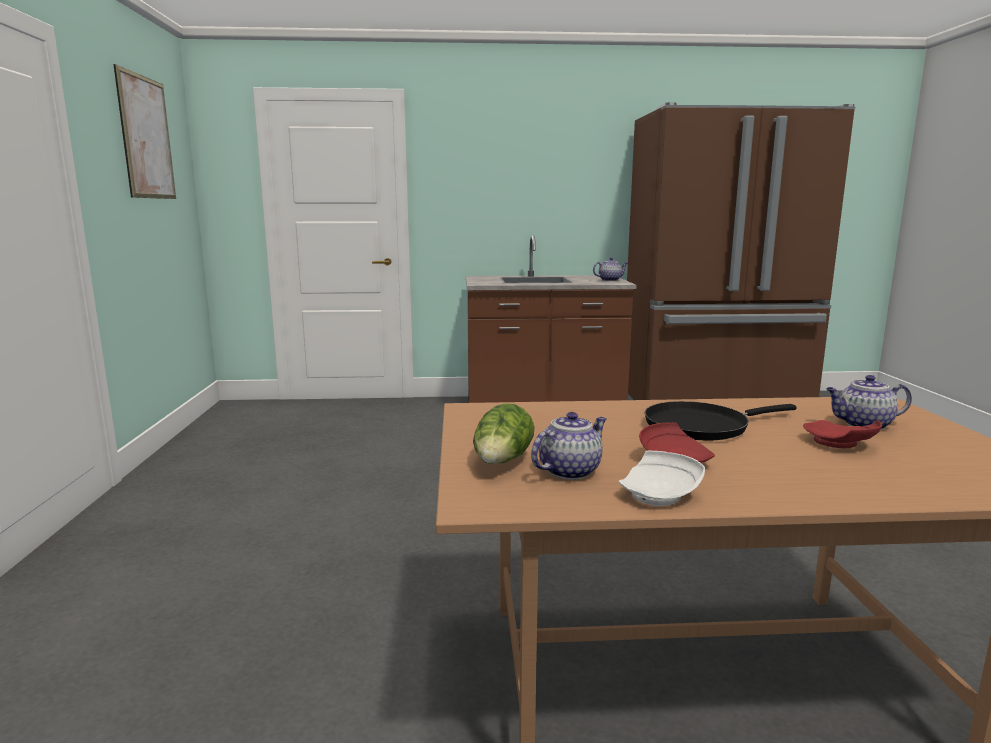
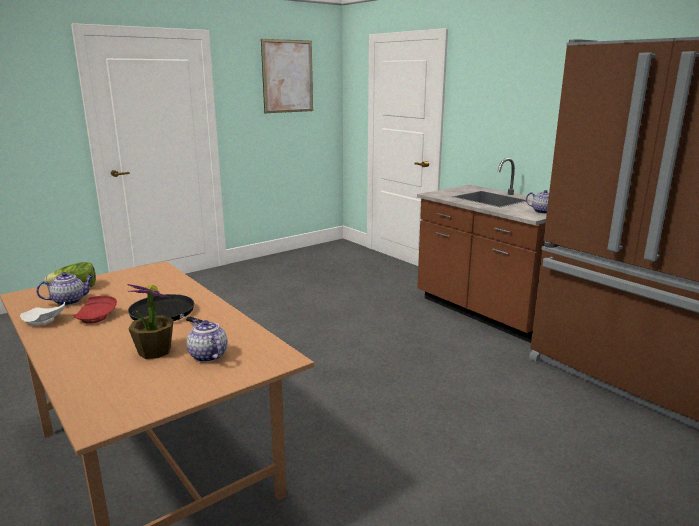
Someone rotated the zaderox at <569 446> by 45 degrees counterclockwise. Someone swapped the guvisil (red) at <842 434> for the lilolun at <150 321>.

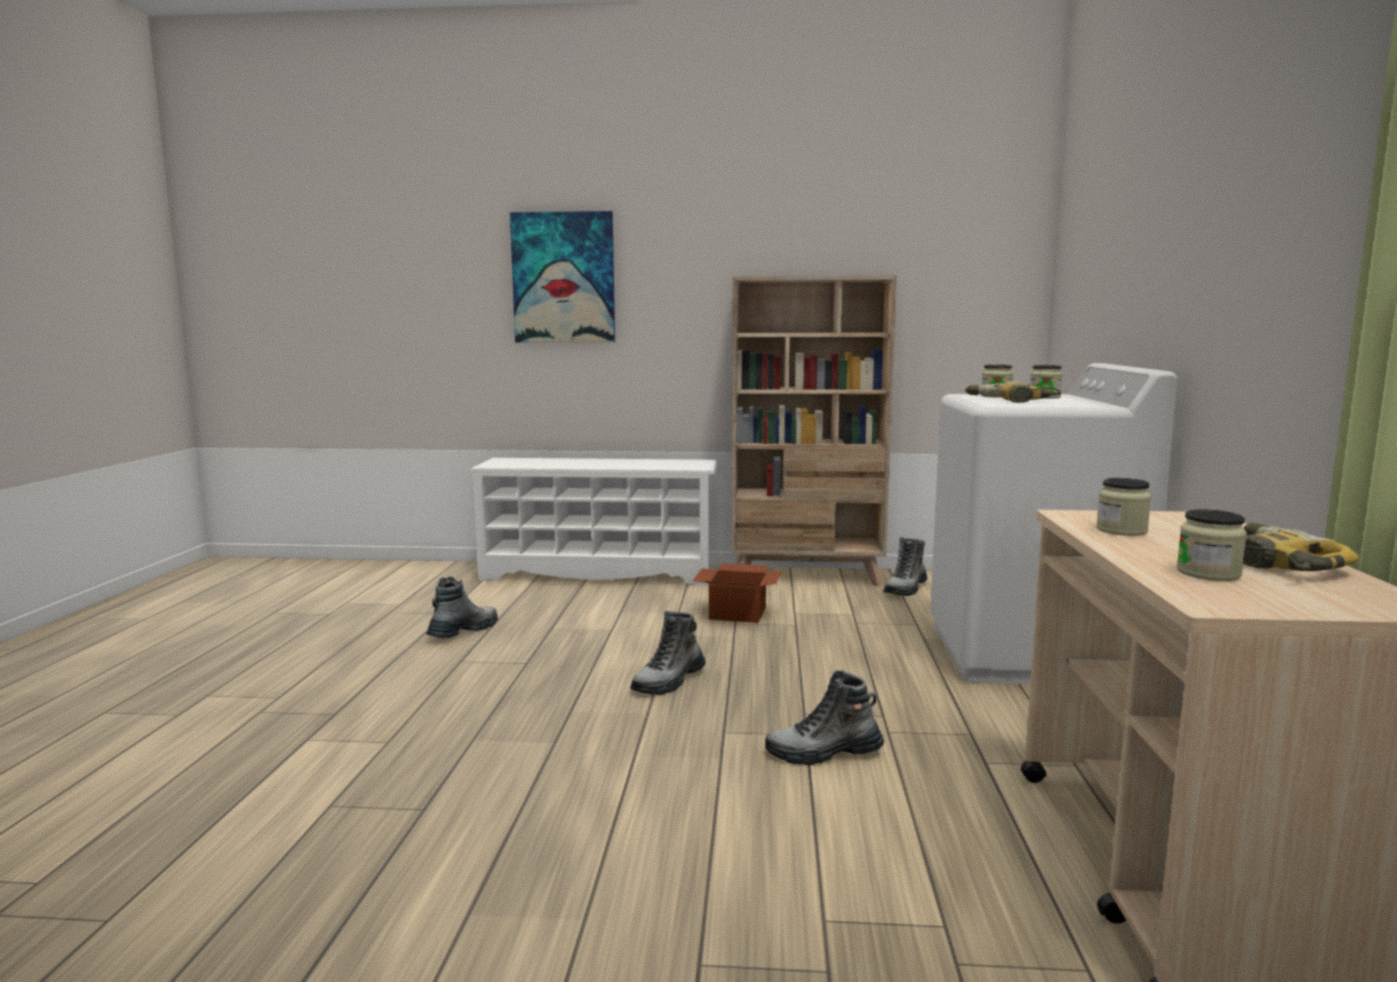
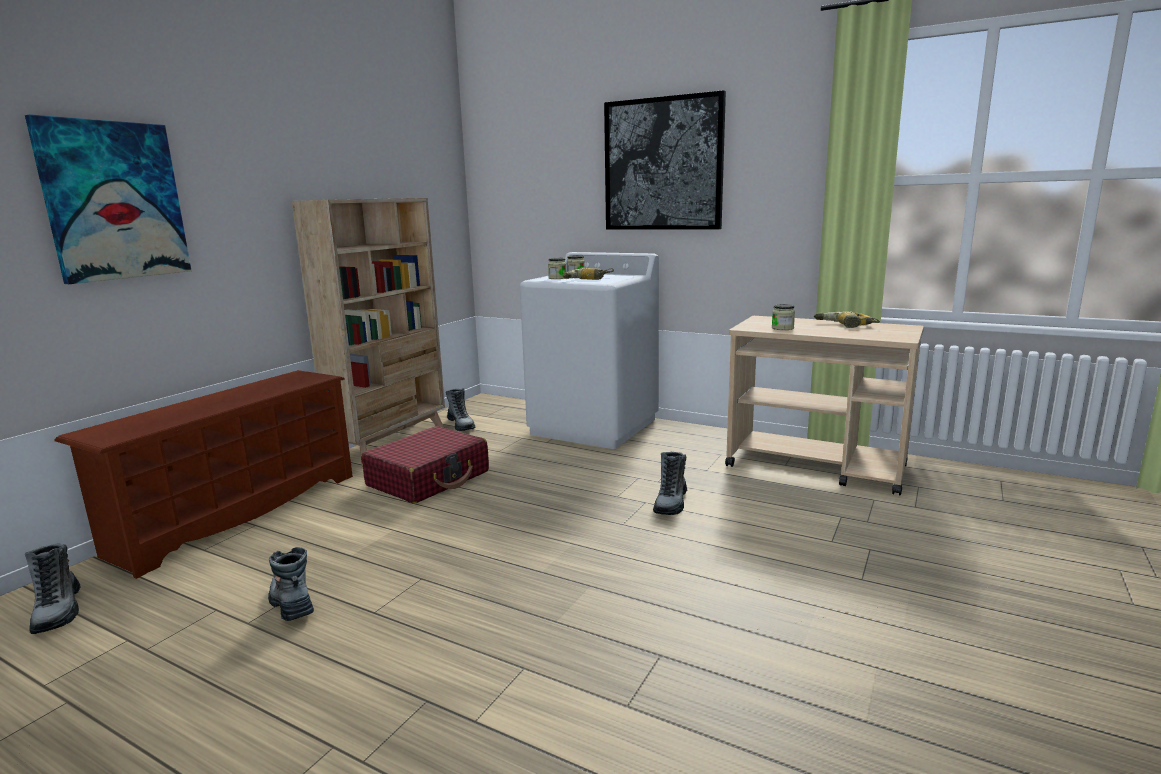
Someone repainted the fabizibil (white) at <593 521>, which became the fabizibil (brown) at <203 474>. Someone took away the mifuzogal at <1212 545>. Someone swapped the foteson at <737 593> for the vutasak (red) at <425 465>. Someone carried the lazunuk from <668 653> to <53 589>. Someone put up the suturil at <665 159>.

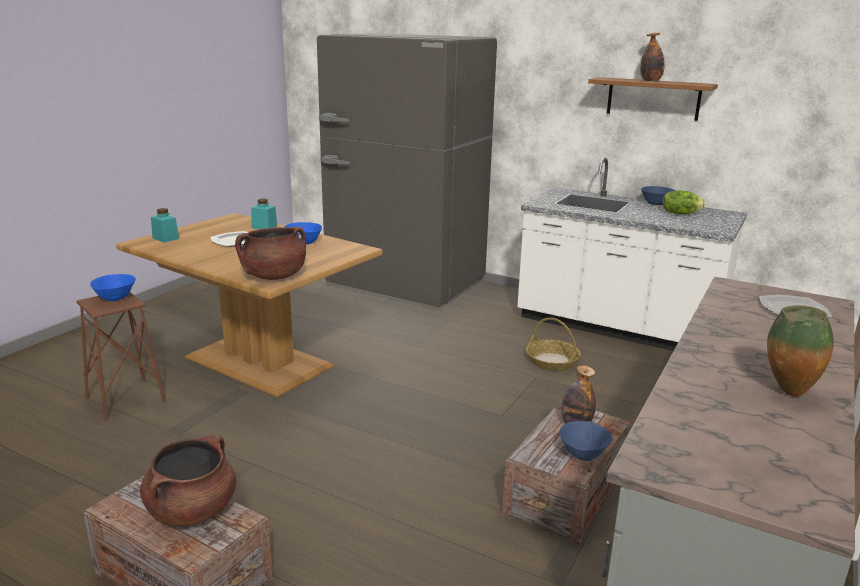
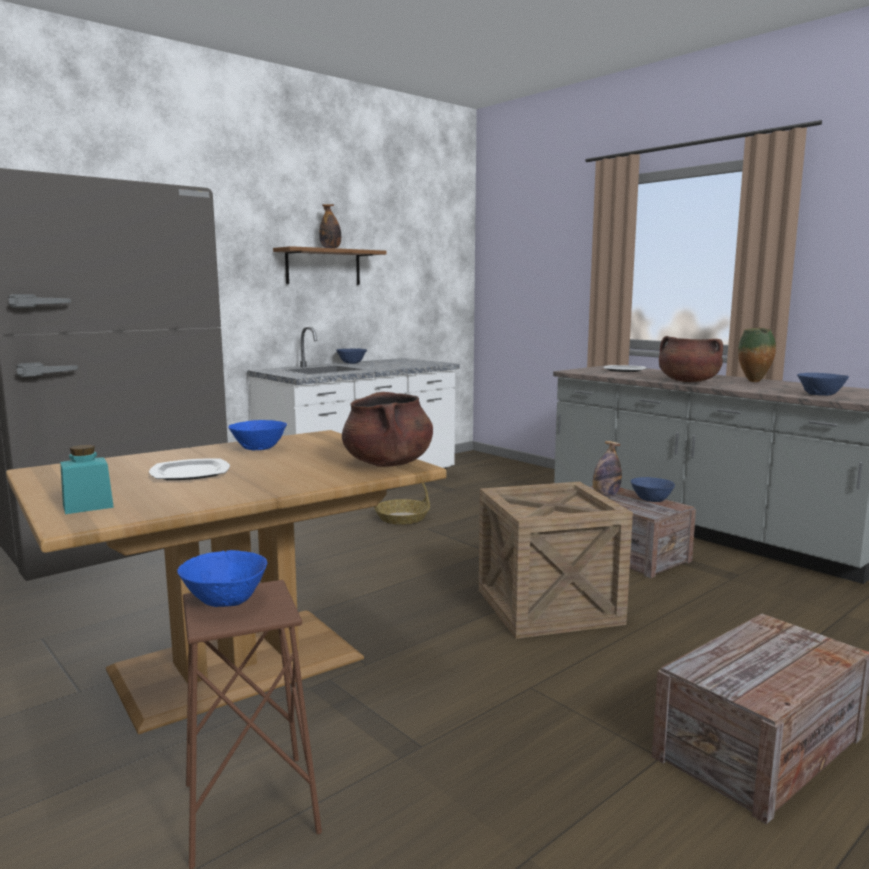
Someone took away the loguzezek at <684 202>. Someone took away the mifuzogal (turquoise) at <264 214>. Someone carried the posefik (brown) from <188 480> to <691 359>. Someone put down the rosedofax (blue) at <823 384>. Someone put down the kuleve at <556 560>.

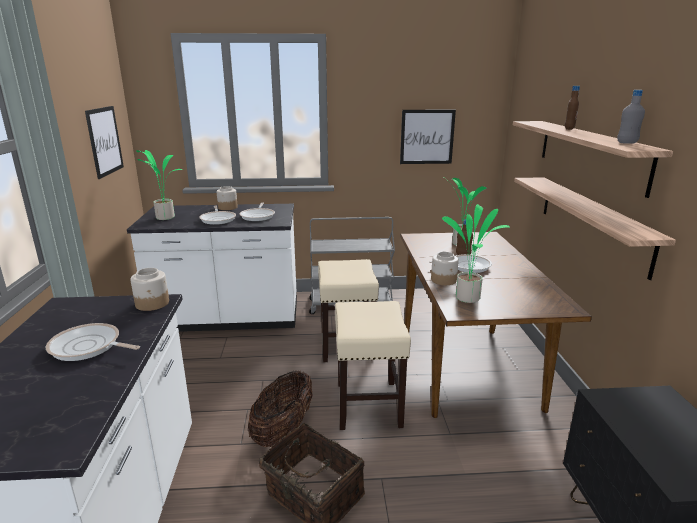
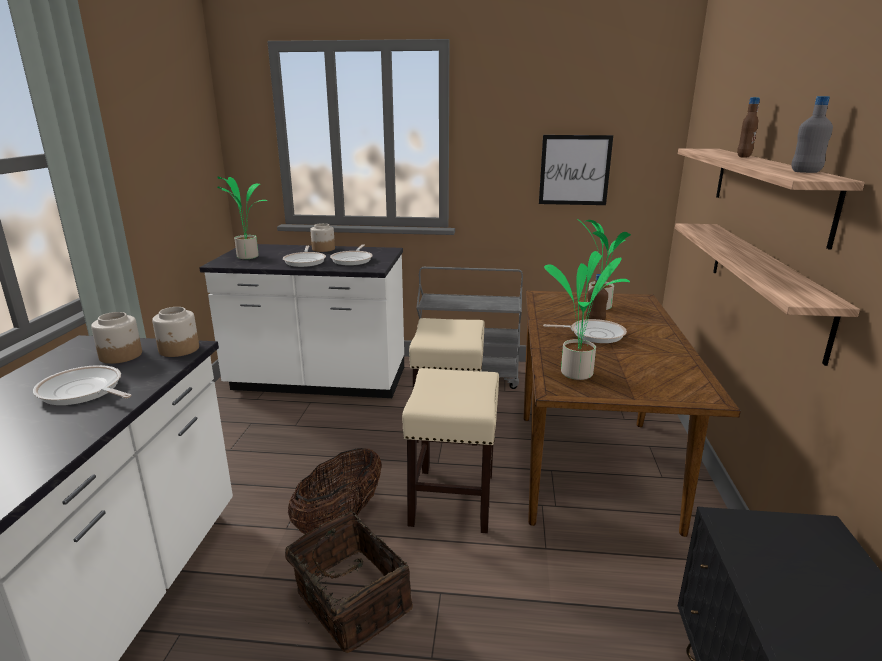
Someone took away the suturil at <104 142>. Someone carried the mifuzogal from <445 268> to <116 338>.

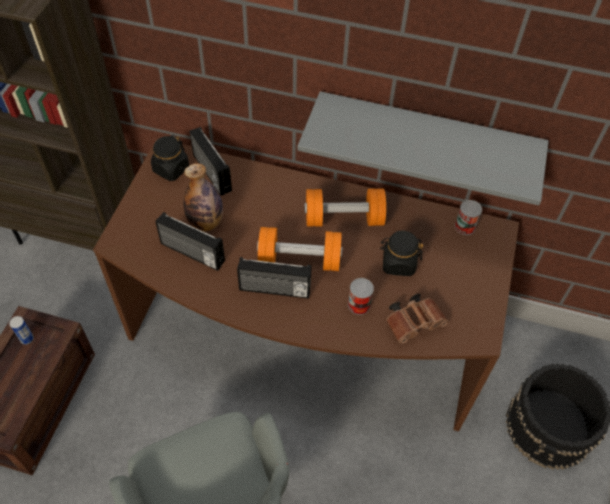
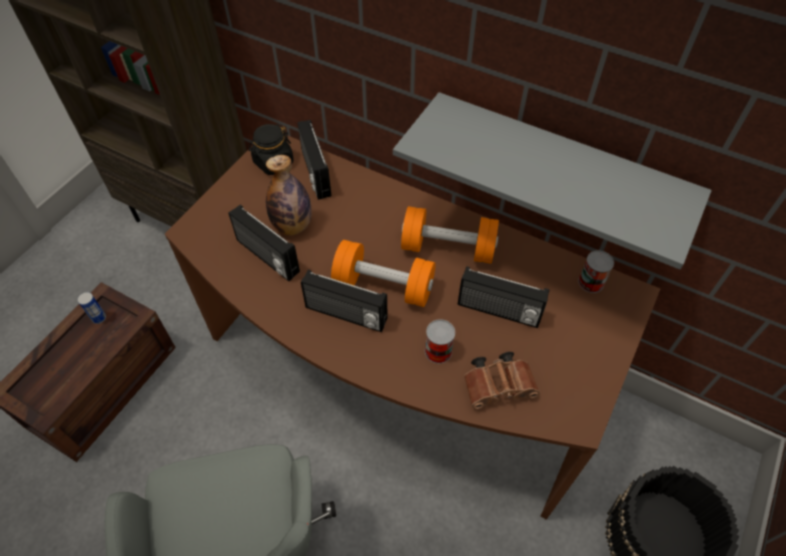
Someone swapped the mifuzogal (black) at <401 253> for the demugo at <503 297>.

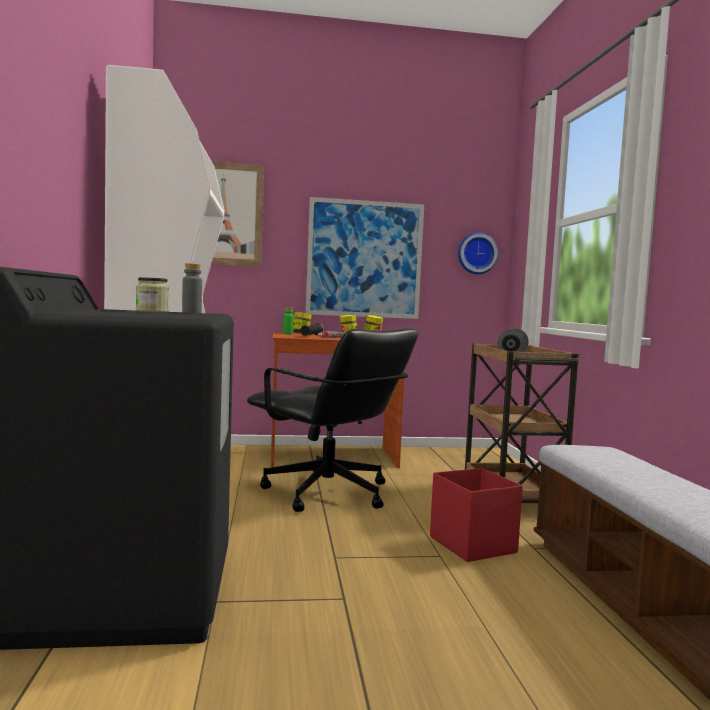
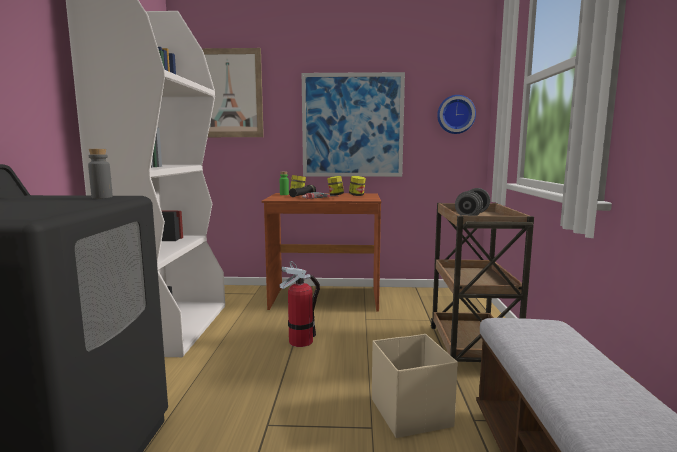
Someone took away the mifuzogal at <152 294>. Someone swapped the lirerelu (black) at <332 420> for the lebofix at <299 304>. Someone repainted the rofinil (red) at <476 515>, which became the rofinil (beige) at <415 386>.

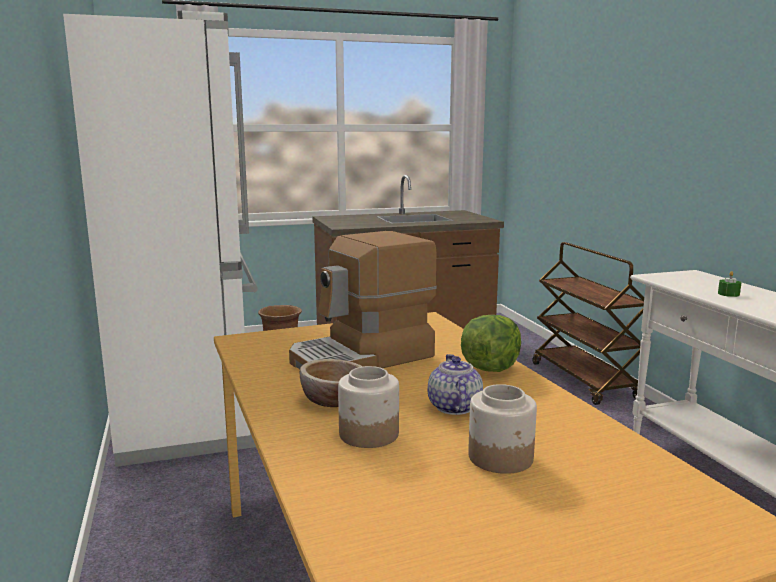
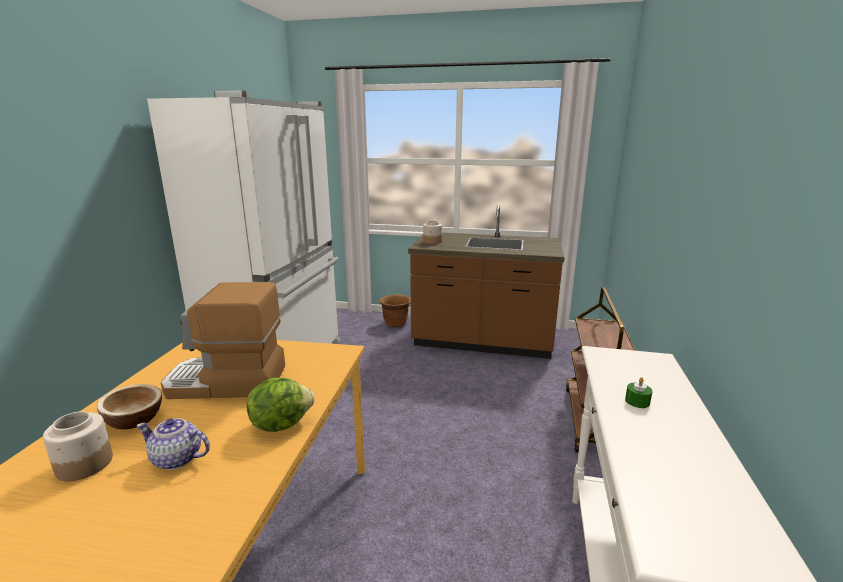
Someone rotated the zaderox at <455 384> by 105 degrees counterclockwise. Someone carried the mifuzogal from <502 429> to <432 232>.

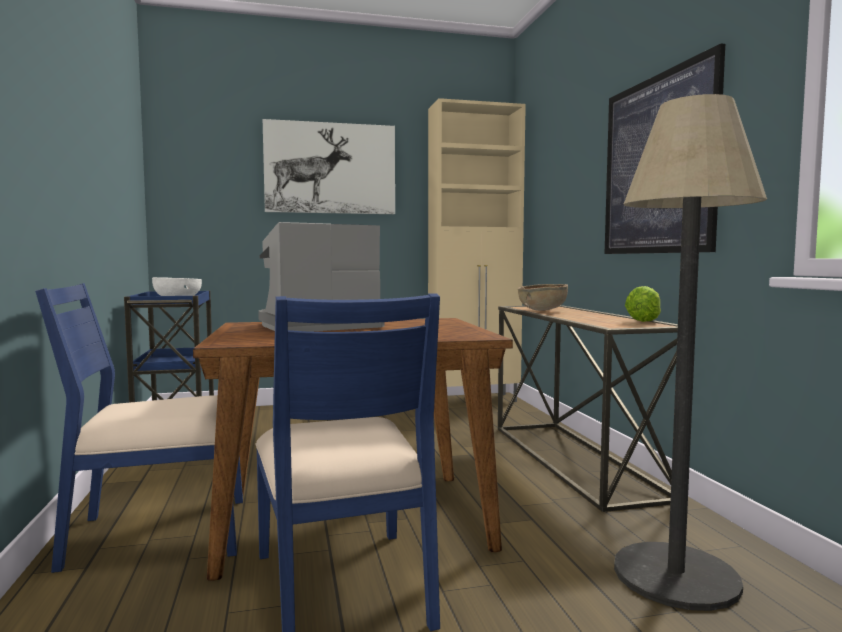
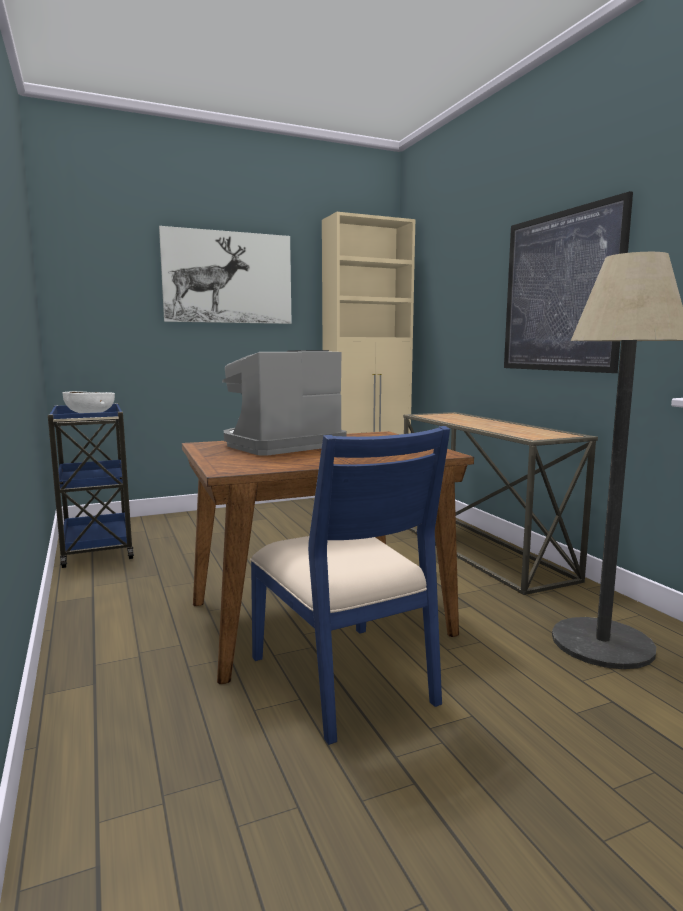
Someone took away the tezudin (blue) at <139 428>. Someone took away the rosedofax (brown) at <543 297>. Someone took away the loguzezek at <643 304>.

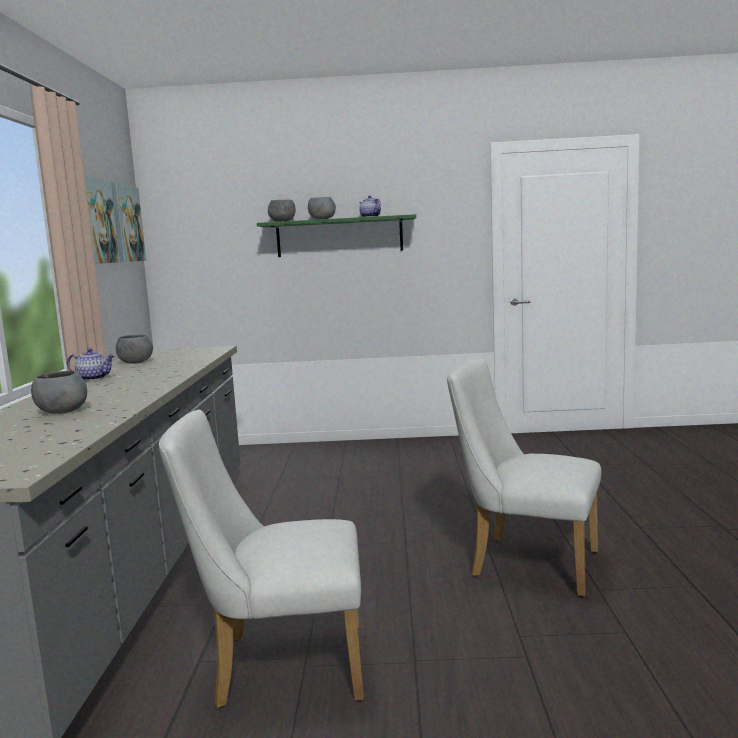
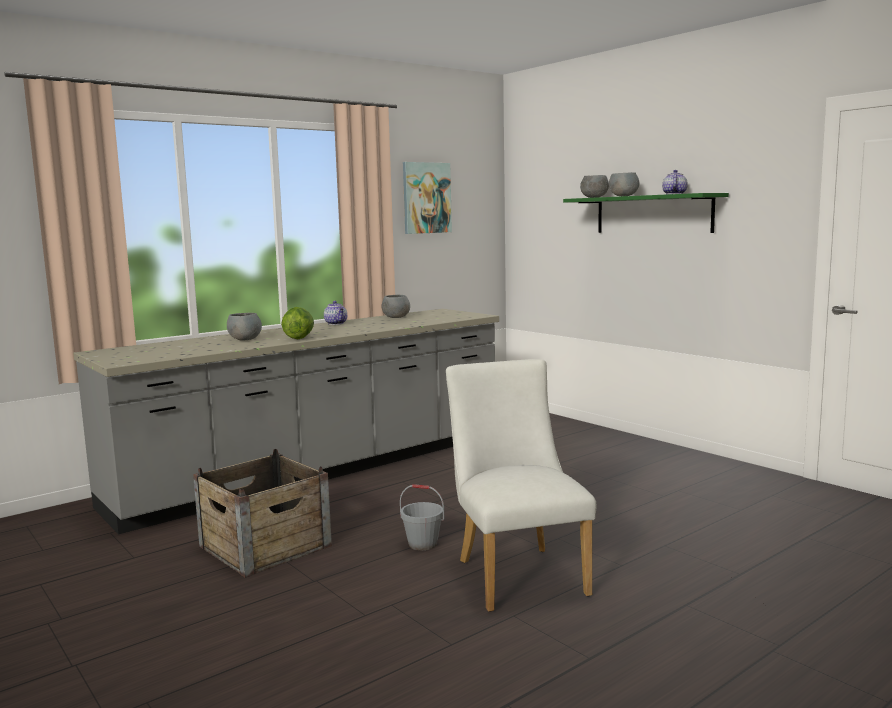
Someone took away the suturil at <128 222>. Someone swapped the tezudin (white) at <261 559> for the kuleve at <262 513>. Someone put down the loguzezek at <297 323>. Someone put down the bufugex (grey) at <422 517>.

